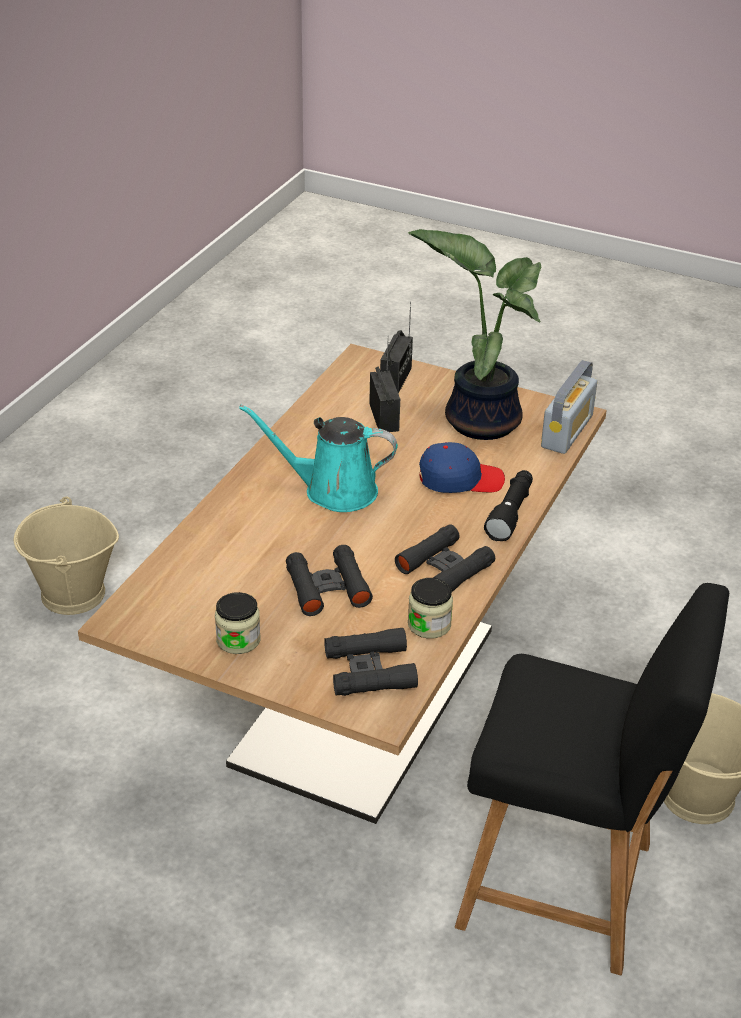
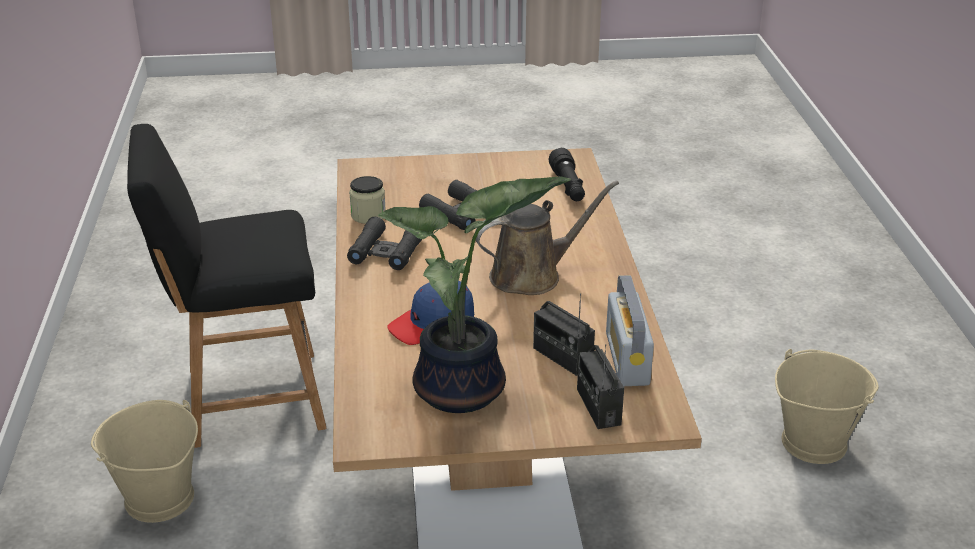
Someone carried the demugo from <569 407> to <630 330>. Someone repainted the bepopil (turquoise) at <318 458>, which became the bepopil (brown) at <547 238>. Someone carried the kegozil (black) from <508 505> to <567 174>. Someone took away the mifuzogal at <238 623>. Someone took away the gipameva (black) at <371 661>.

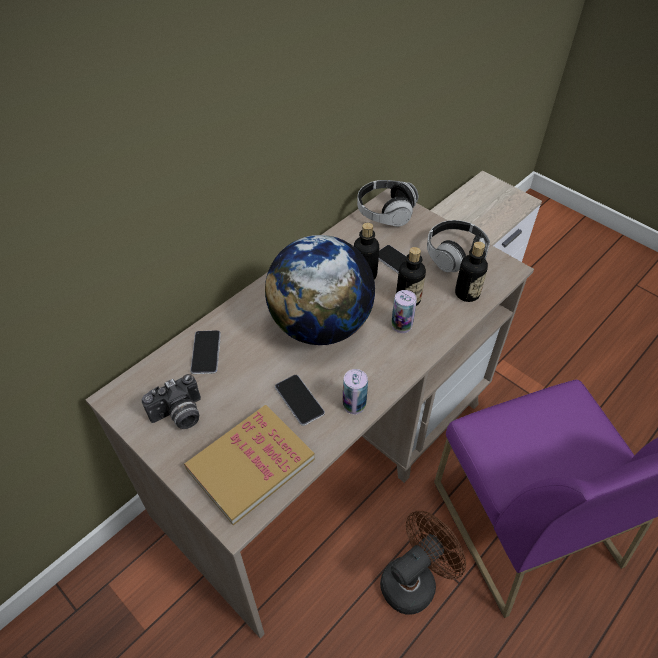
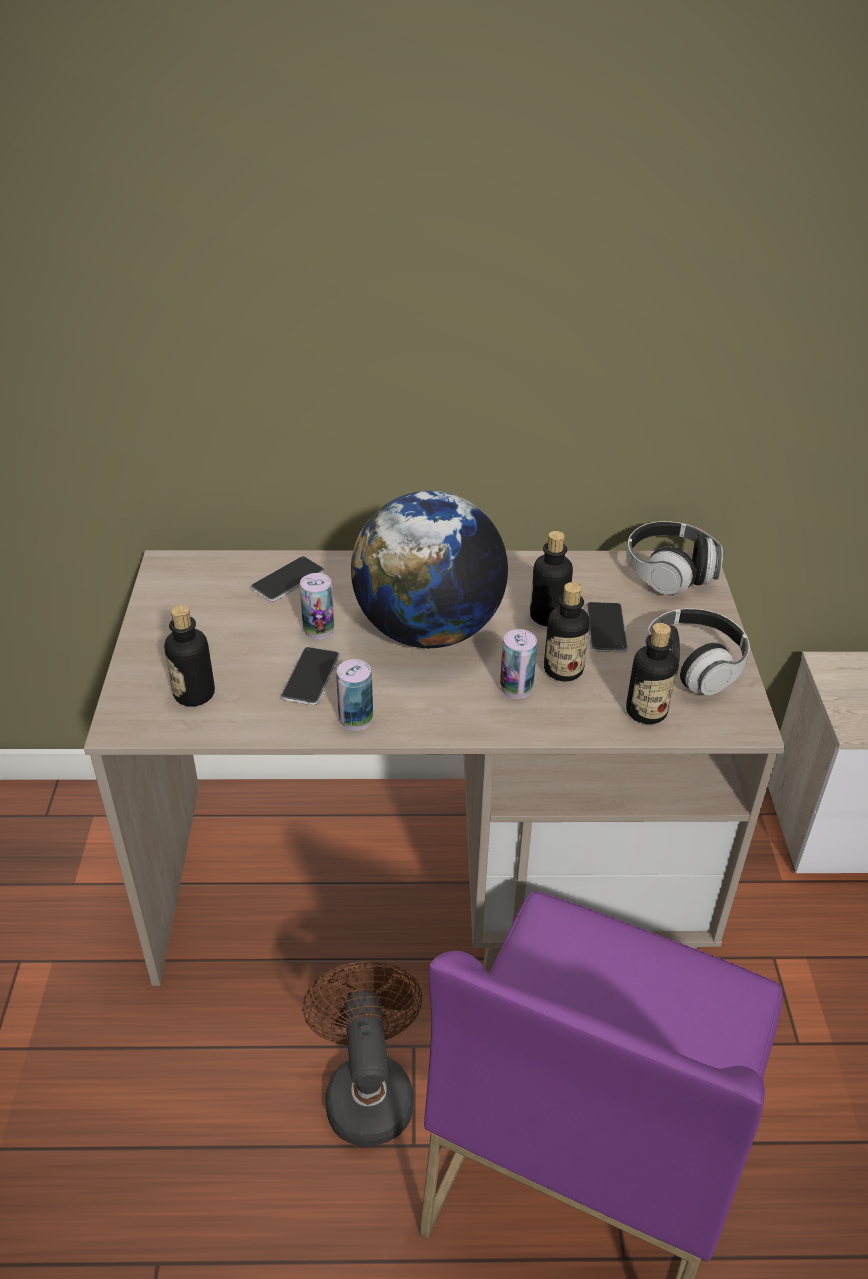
Someone took away the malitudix at <171 401>. Someone swapped the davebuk at <249 465> for the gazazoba at <189 656>. Someone rotated the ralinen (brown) at <423 563> by 105 degrees counterclockwise. Someone put down the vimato at <317 606>.

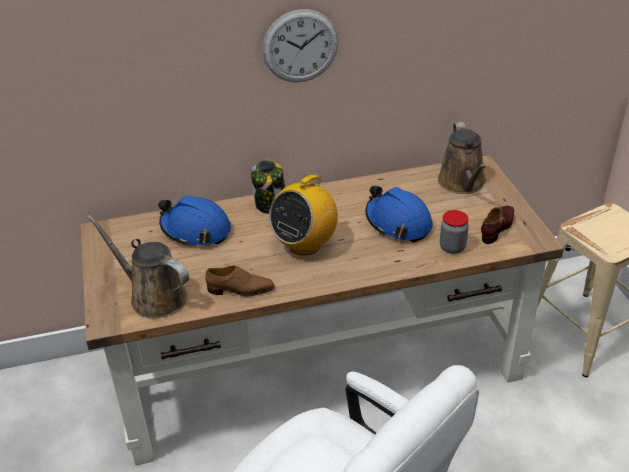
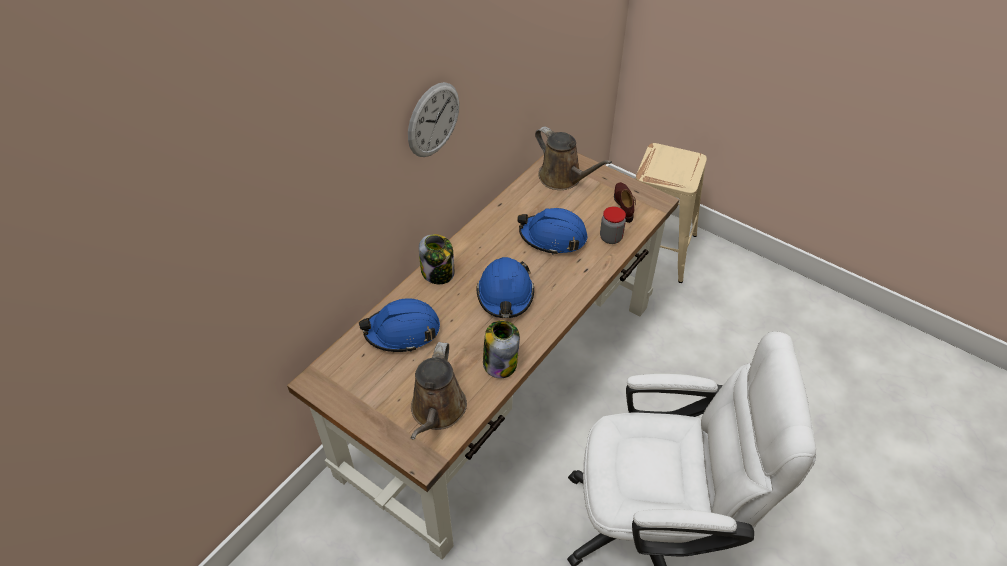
Someone swapped the demugo at <303 213> for the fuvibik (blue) at <505 287>. Someone rotated the bepopil (brown) at <138 266> by 75 degrees counterclockwise. Someone swapped the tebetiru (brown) at <239 281> for the mifuzogal at <501 349>.

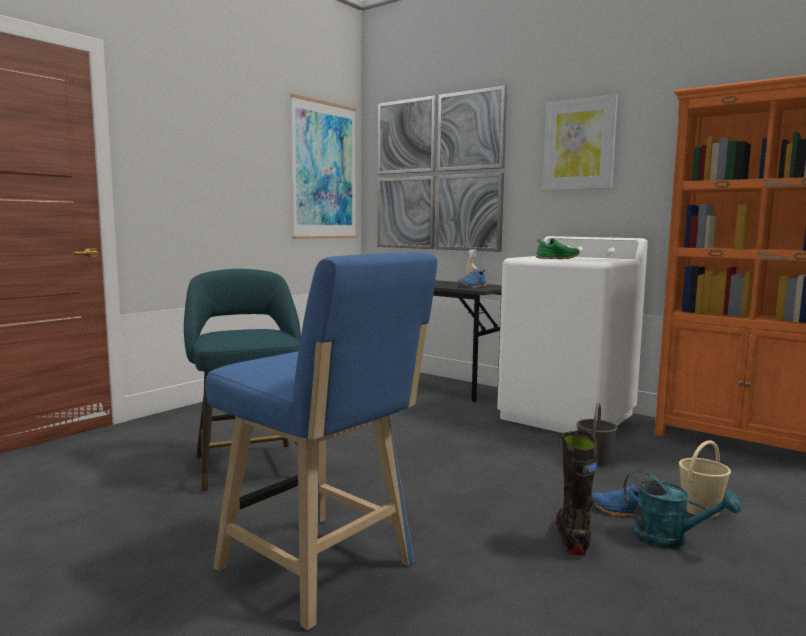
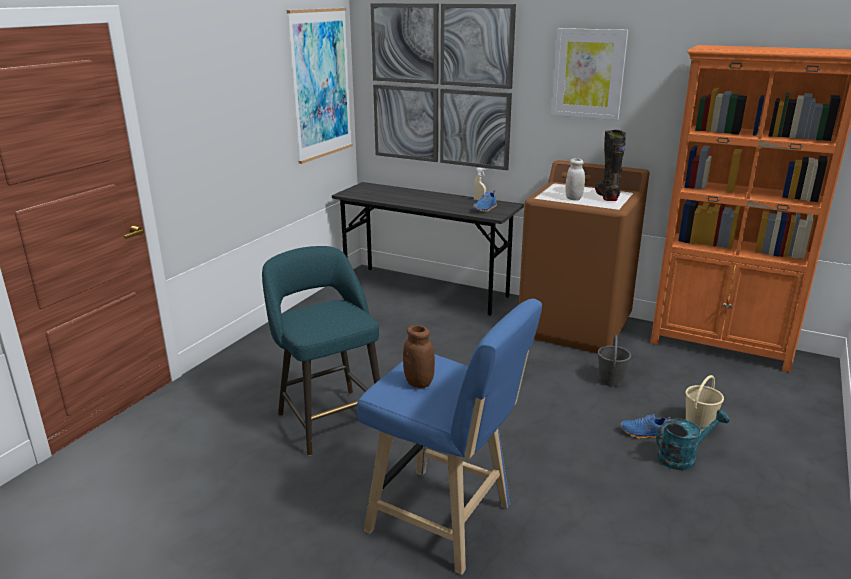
Someone repainted the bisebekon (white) at <572 334>, which became the bisebekon (brown) at <584 256>. Someone swapped the tebetiru (green) at <557 248> for the mifuzogal (white) at <575 179>. Someone carried the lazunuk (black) from <577 493> to <610 165>. Someone rotated the bepopil (turquoise) at <682 509> by 45 degrees counterclockwise. Someone put down the mifuzogal (brown) at <419 356>.

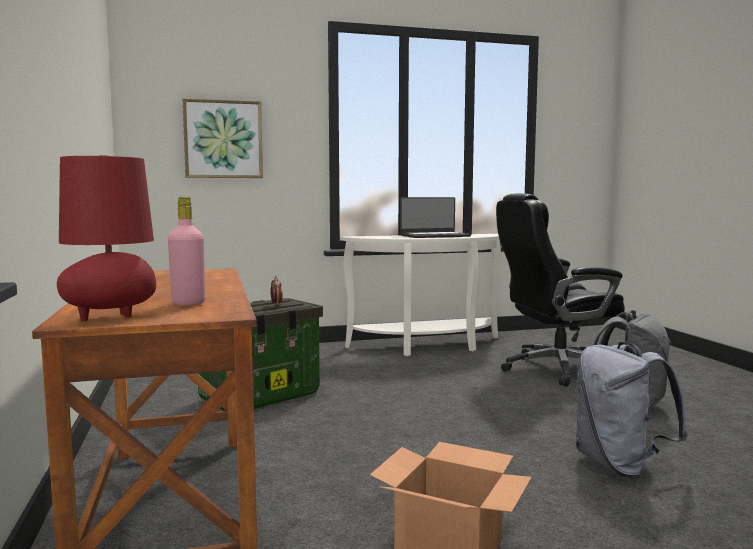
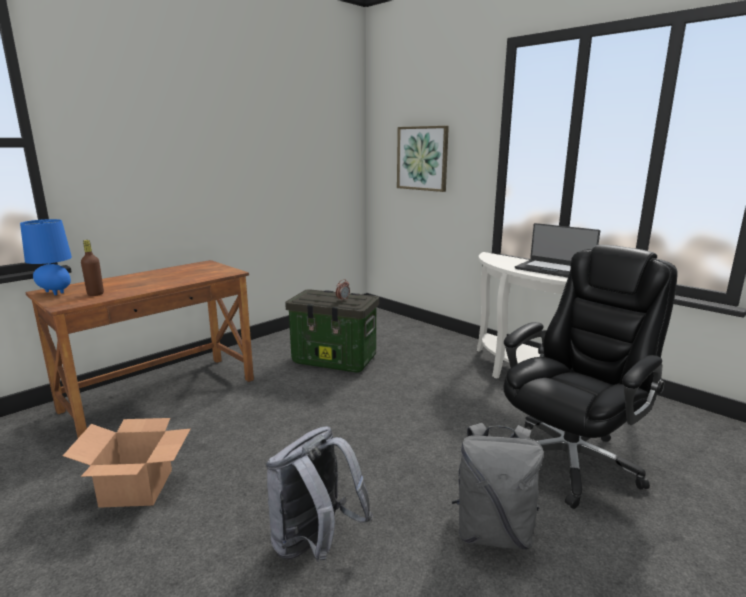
Someone repainted the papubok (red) at <106 238>, which became the papubok (blue) at <46 257>. Someone rotated the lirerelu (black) at <560 290> by 90 degrees clockwise. Someone repainted the gazazoba (pink) at <186 251>, which became the gazazoba (brown) at <92 268>.

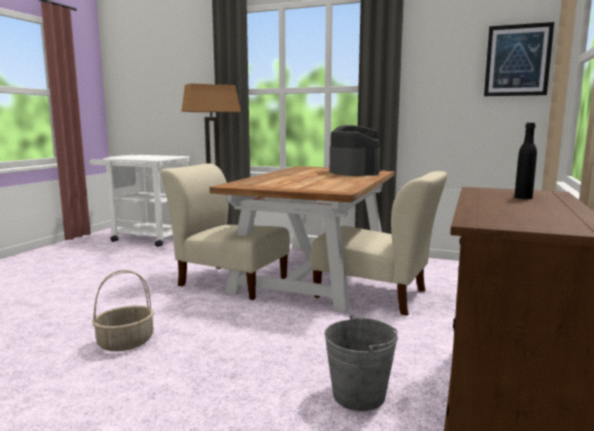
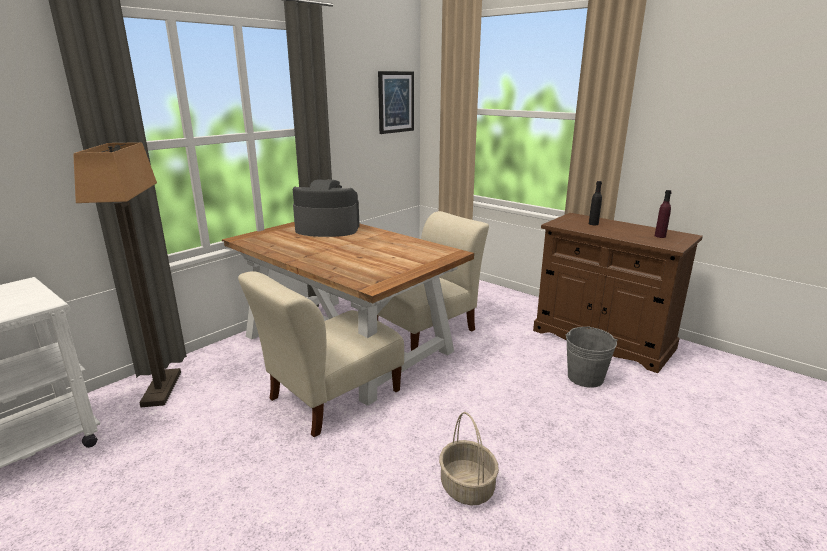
Someone put down the gazazoba (purple) at <663 214>.

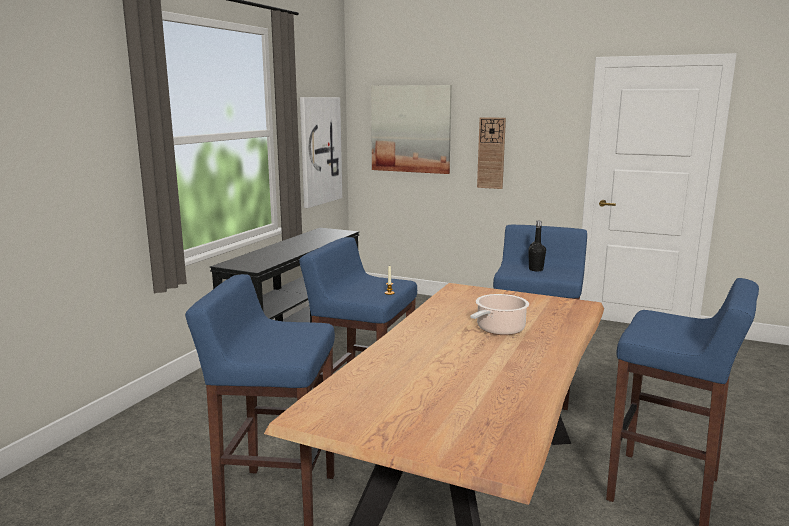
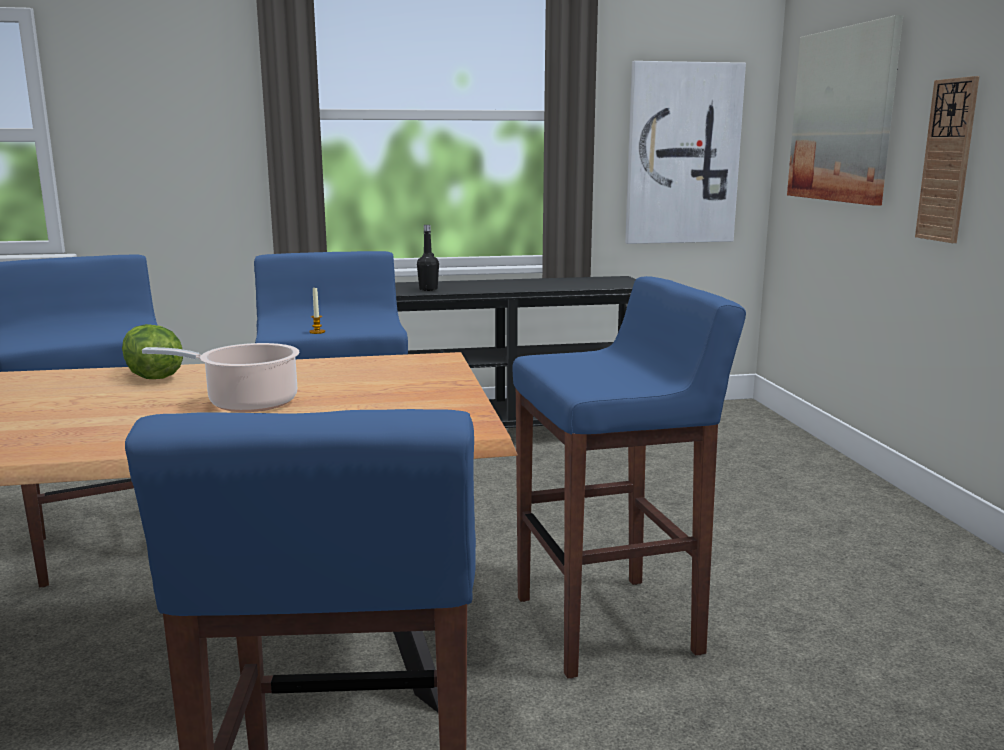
Someone carried the gazazoba (black) from <537 246> to <428 258>. Someone put down the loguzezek at <152 351>.

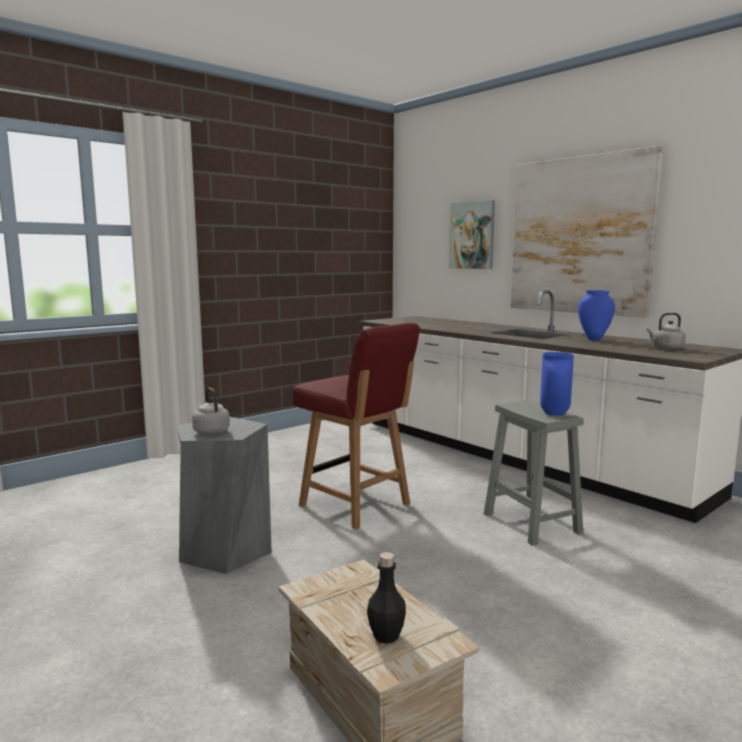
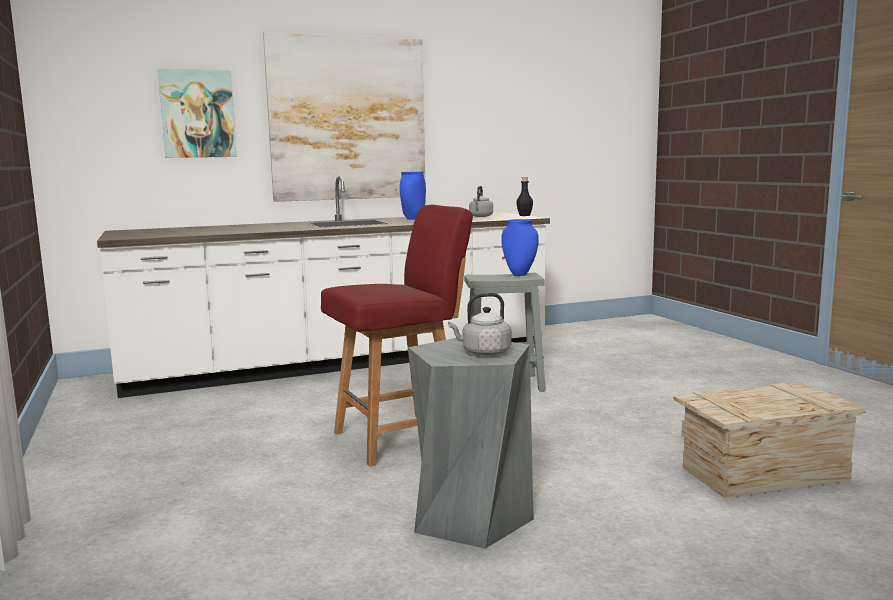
Someone carried the gazazoba (black) from <386 598> to <524 196>.

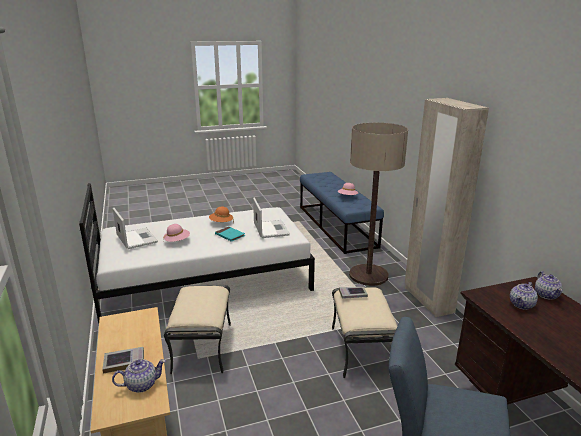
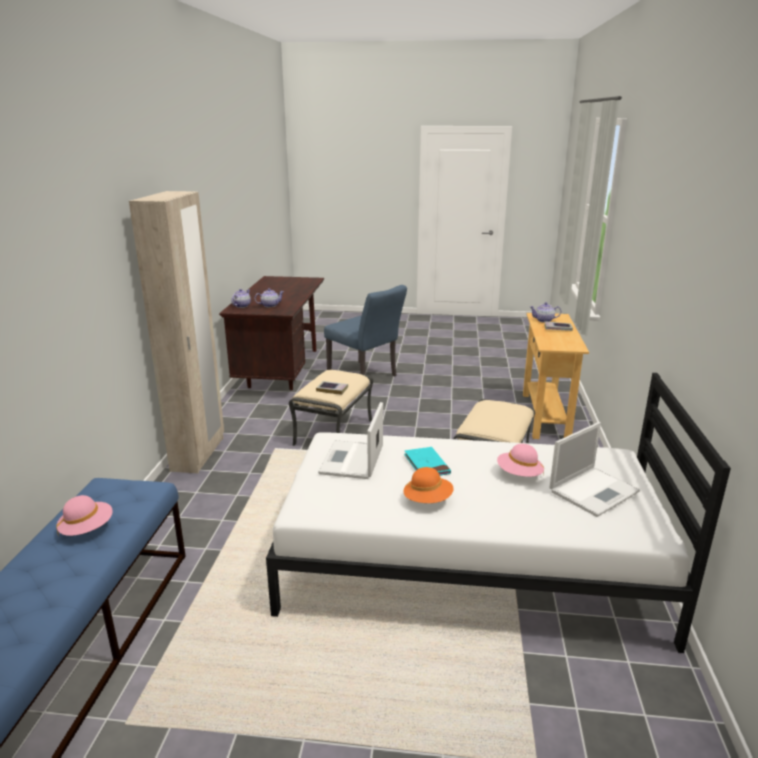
Someone took away the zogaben at <378 204>. Someone rotated the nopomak at <135 228> by 120 degrees counterclockwise.

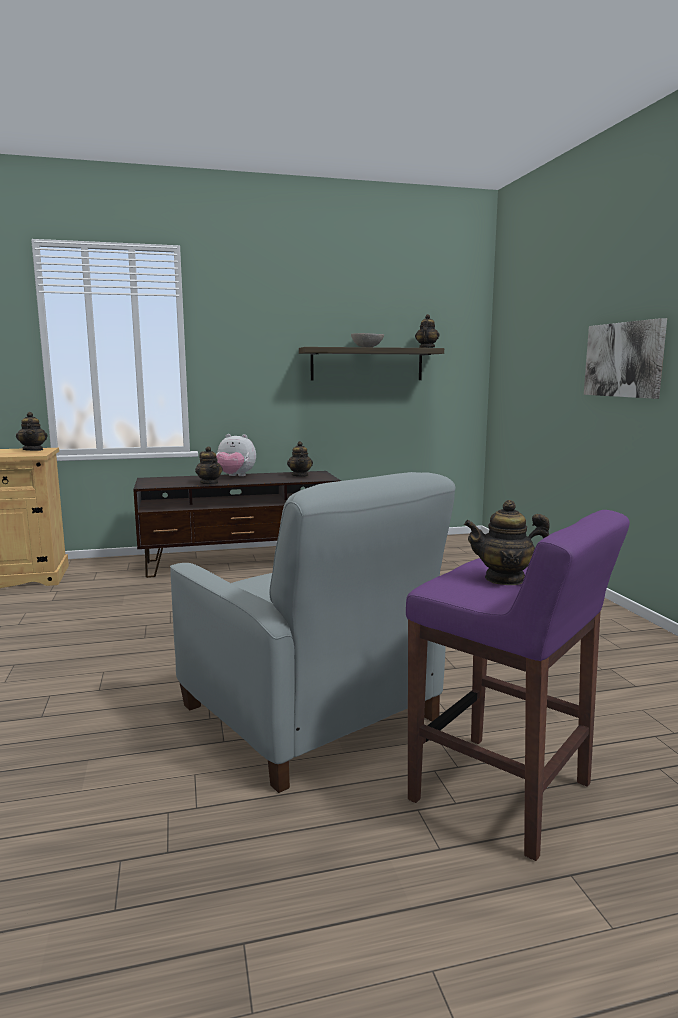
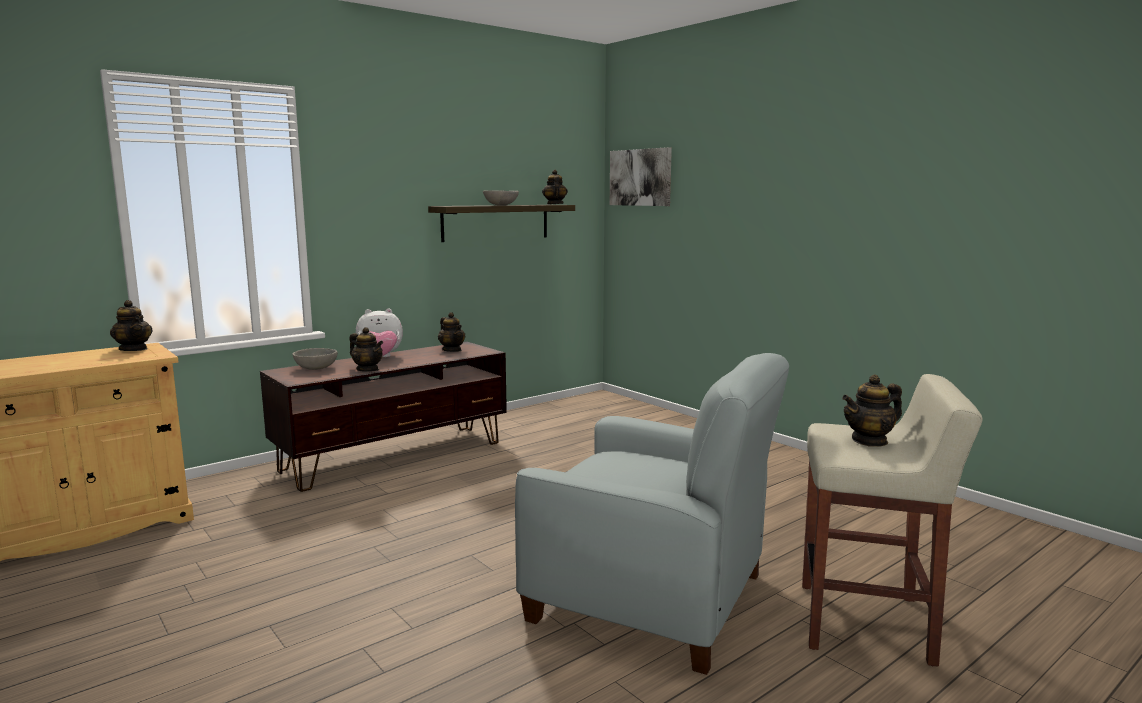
Someone carried the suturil from <625 358> to <641 176>. Someone repainted the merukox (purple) at <518 685>, which became the merukox (beige) at <892 520>. Someone put down the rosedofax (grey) at <315 359>.

